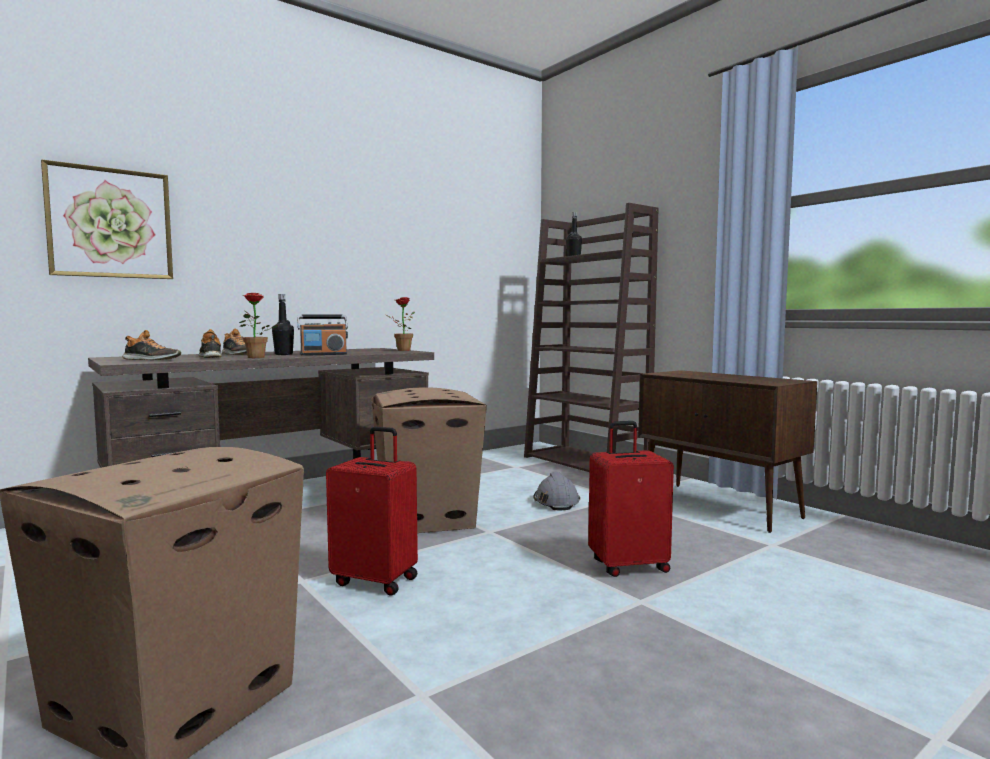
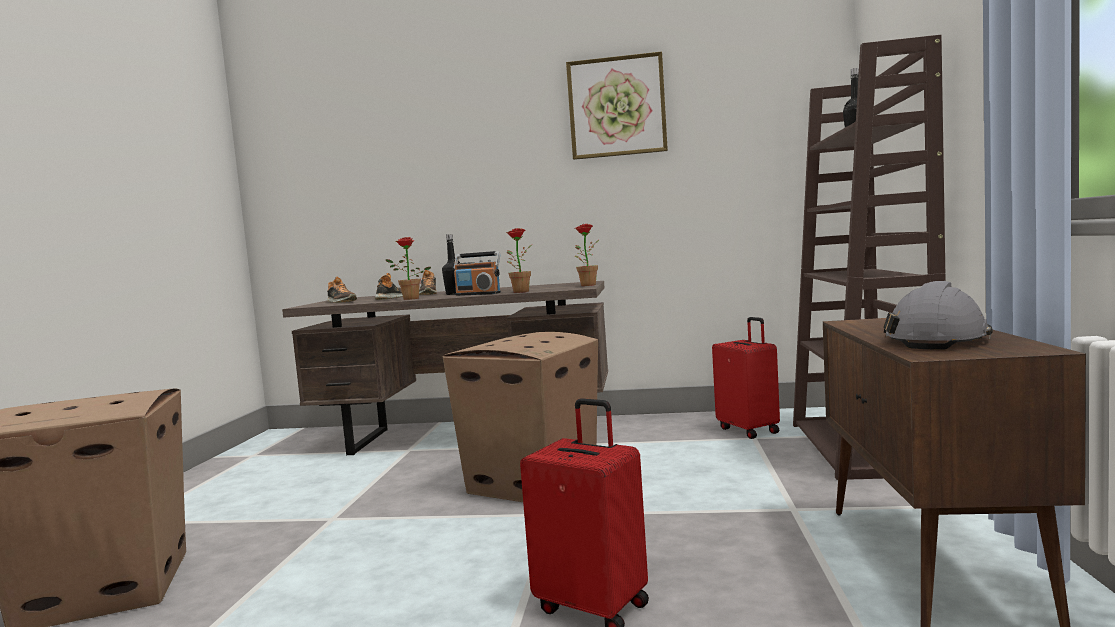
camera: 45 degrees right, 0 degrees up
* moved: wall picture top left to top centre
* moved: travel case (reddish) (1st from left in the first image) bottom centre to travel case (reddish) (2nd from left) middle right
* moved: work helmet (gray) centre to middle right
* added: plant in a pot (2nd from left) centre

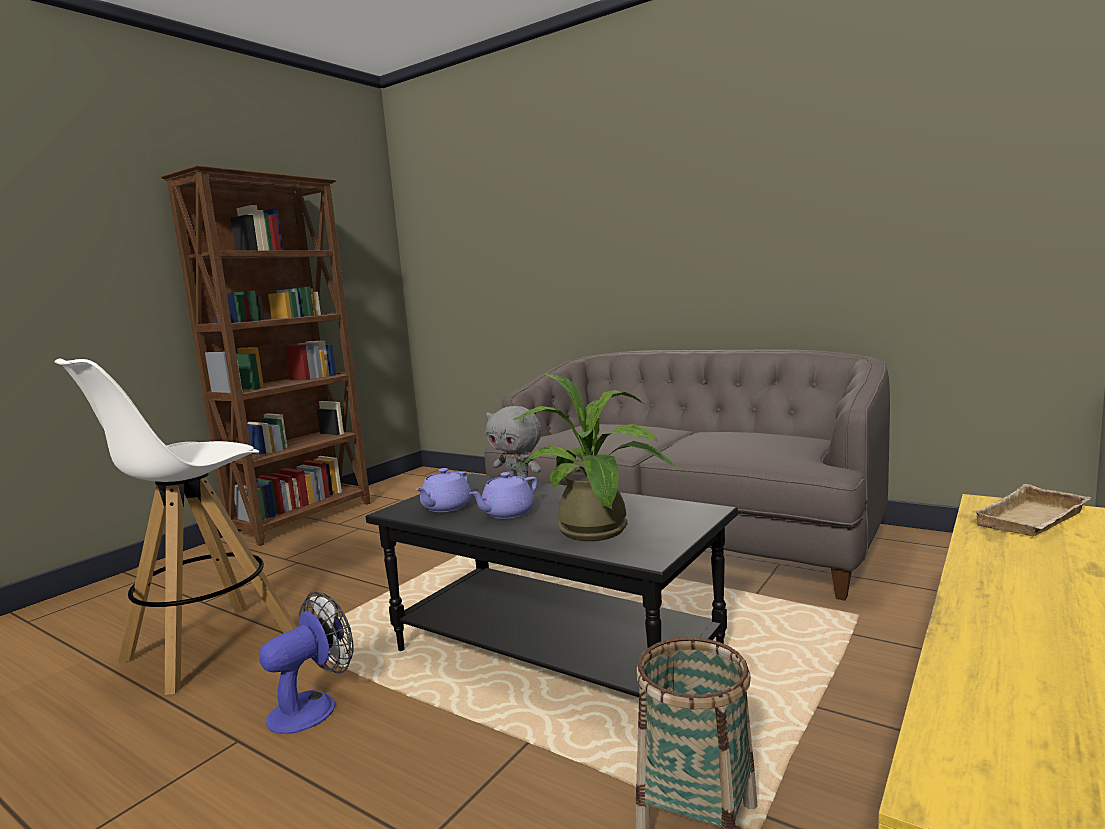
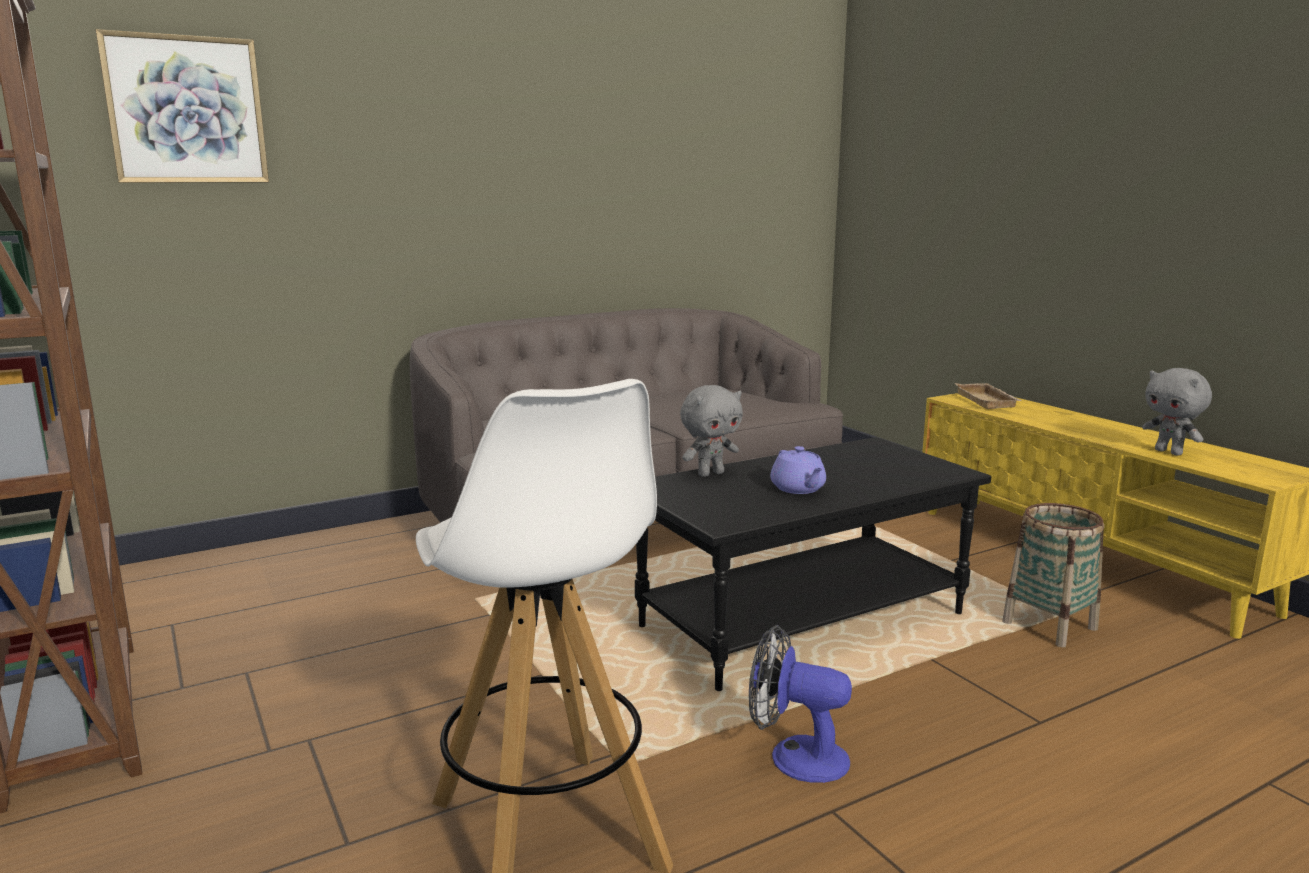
camera: 65 degrees left, 5 degrees up
* removed: plant in a pot centre
* removed: tea pot (purple-coloured) (1st from left) centre
* turned: cooling fan bottom left = bottom centre 45 degrees counterclockwise
* added: wall picture top left
* added: plush toy (gray) (2nd from left) middle right

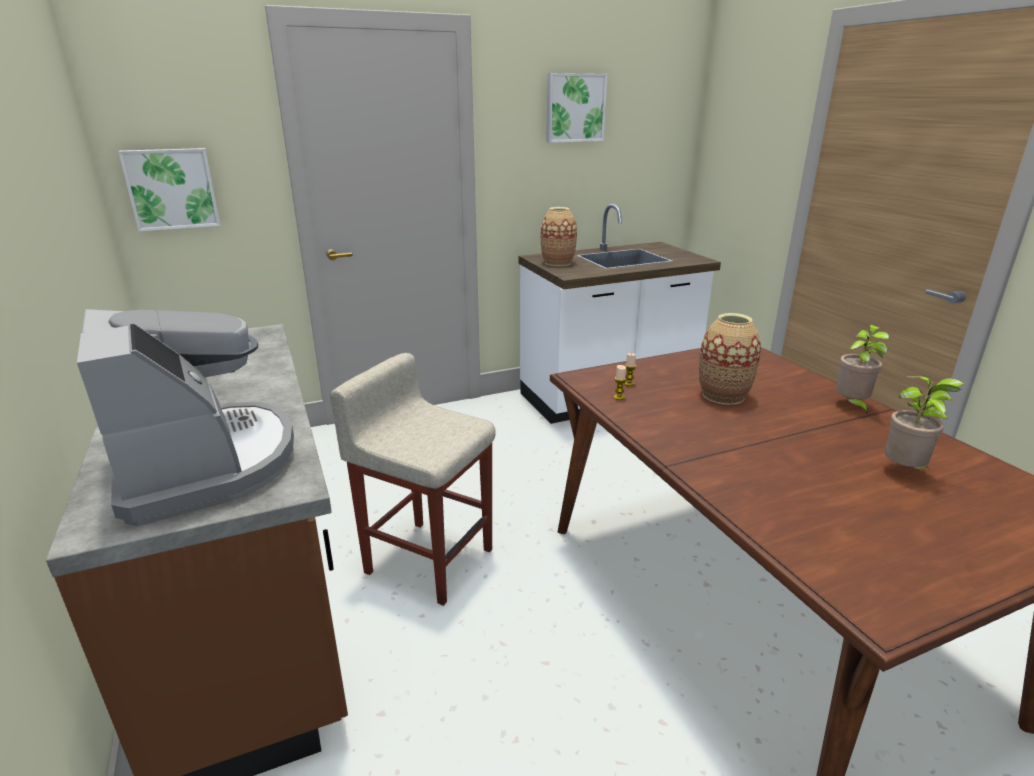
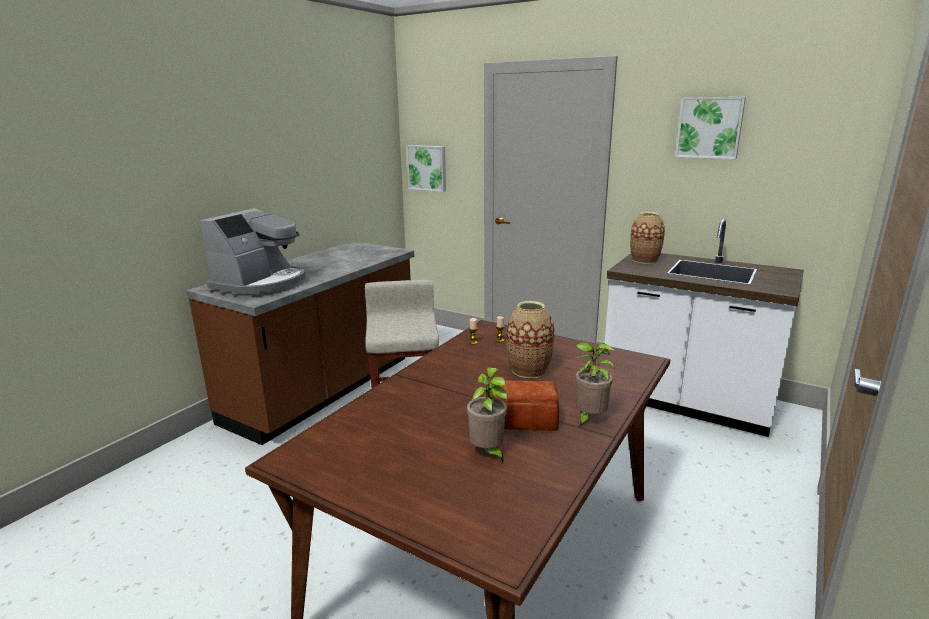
camera: 55 degrees right, 5 degrees down
* added: bread centre

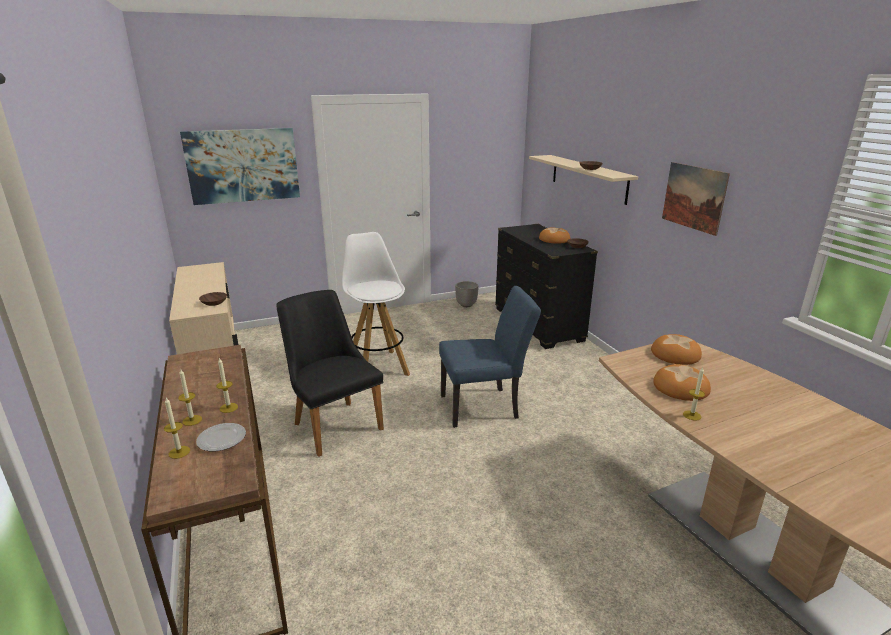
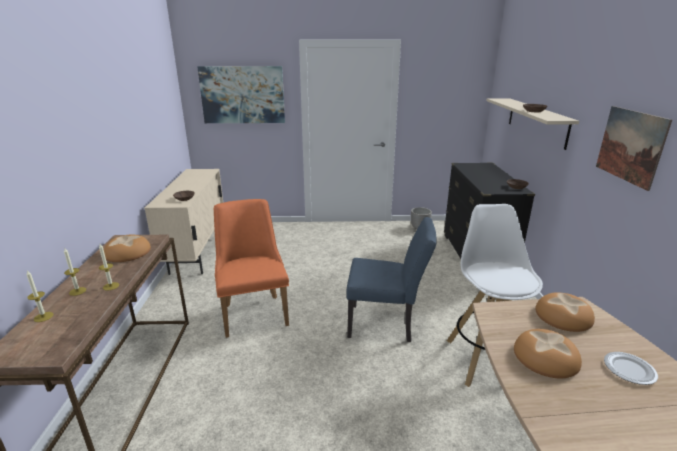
camera: 20 degrees right, 0 degrees up
* moved: bread (1st from left) centre to middle left
* moved: sitting stool (white) centre to middle right
* recoloured: chair (blackish) centre to chair (orange) centre
* removed: candle (4th from left) middle right
* moved: dinner plate bottom left to bottom right

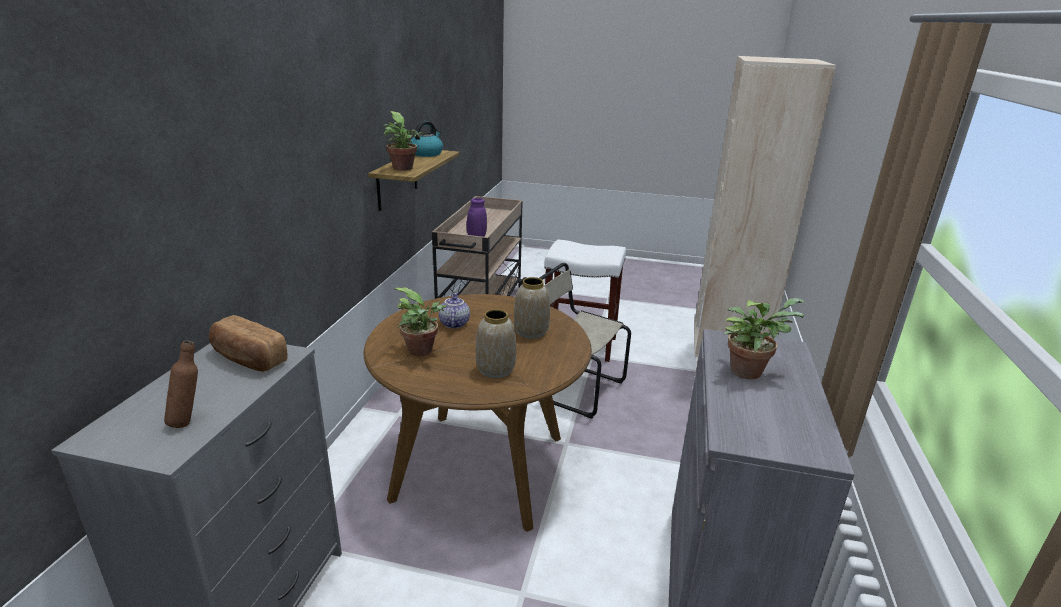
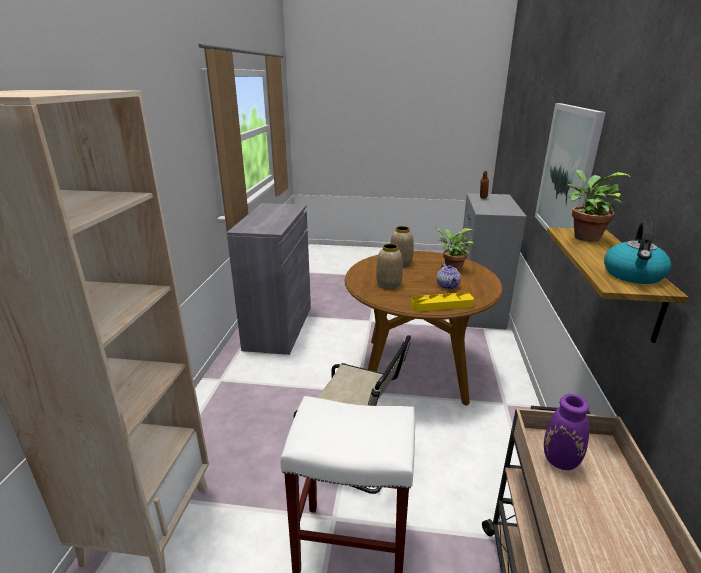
camera: 175 degrees right, 0 degrees up
* removed: plant in a pot (3rd from left) middle right
* removed: bread middle left
* added: wall picture top right
* added: tray (yellow-coloured) centre

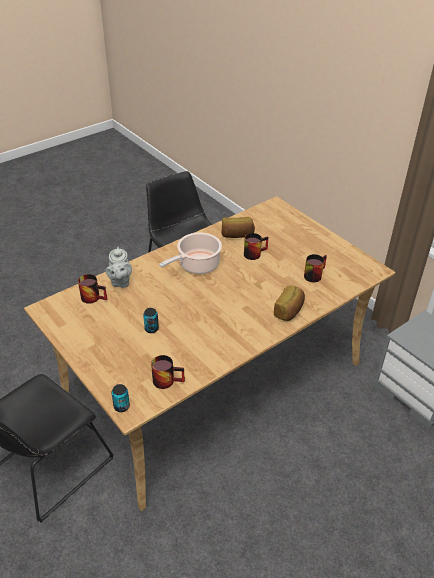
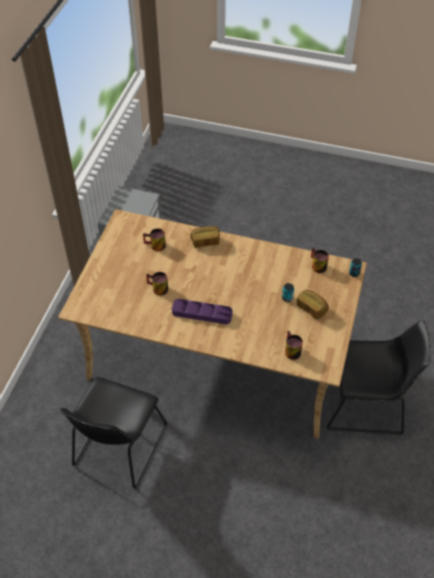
camera: 125 degrees left, 10 degrees up
* moved: bread (1st from left in the first image) centre to bread (2nd from left) middle right
* replaced: stockpot centre to tray (purple-coloured) centre
* removed: tea pot (gray) middle left

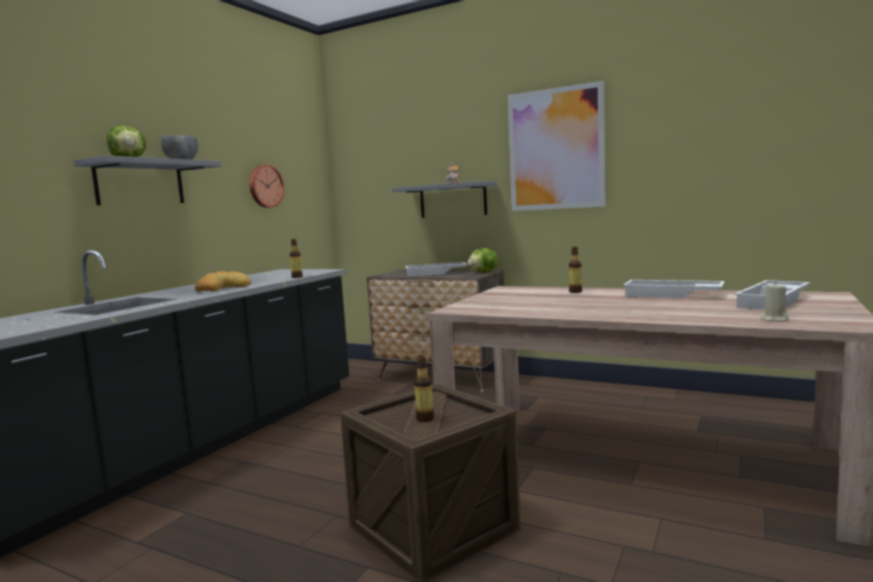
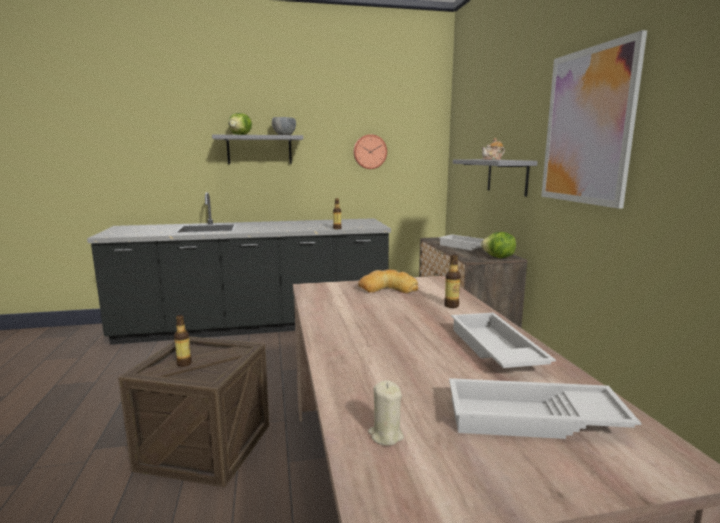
camera: 50 degrees right, 5 degrees up
* moved: bread middle left to centre

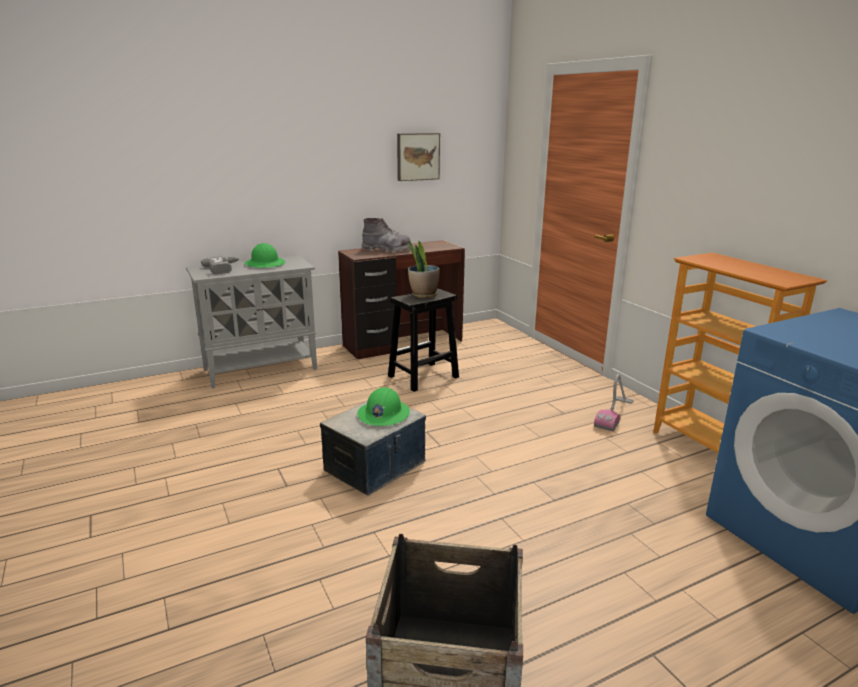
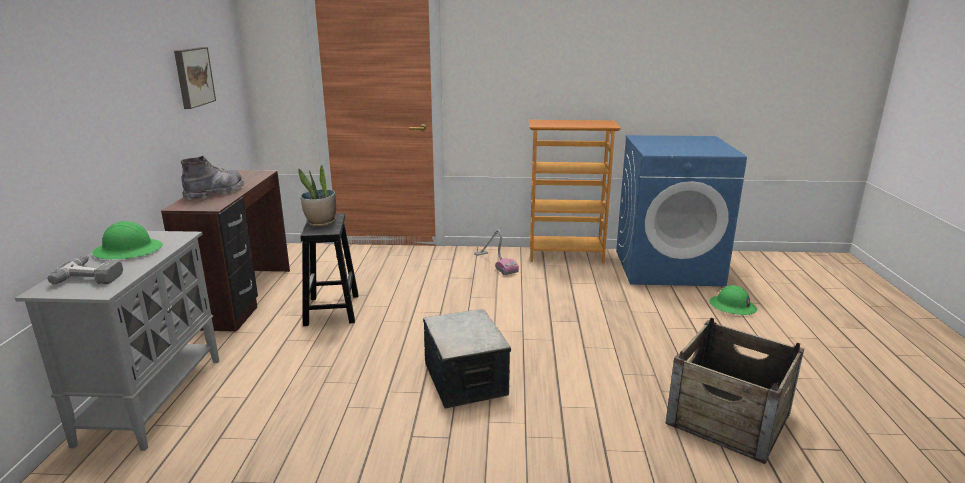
camera: 60 degrees left, 0 degrees up
* moved: work helmet (green-coloured) (2nd from left) centre to middle right

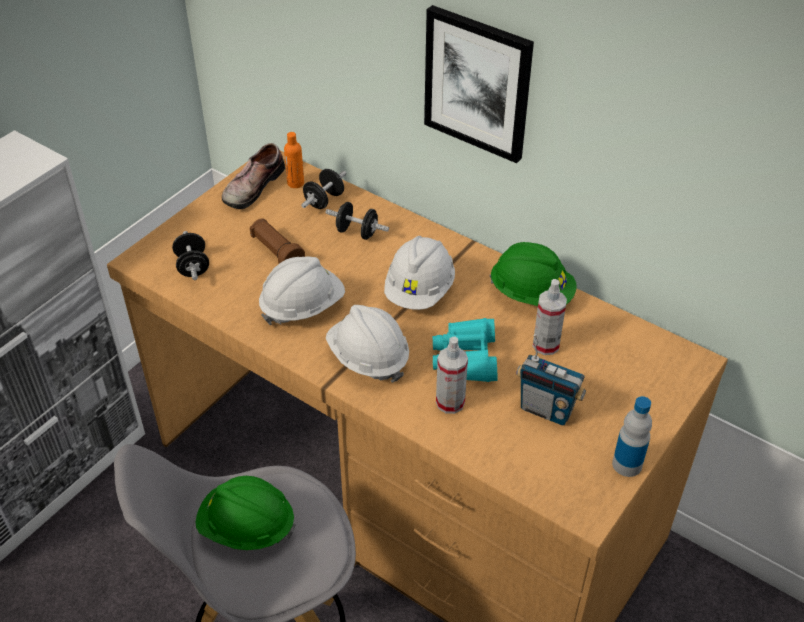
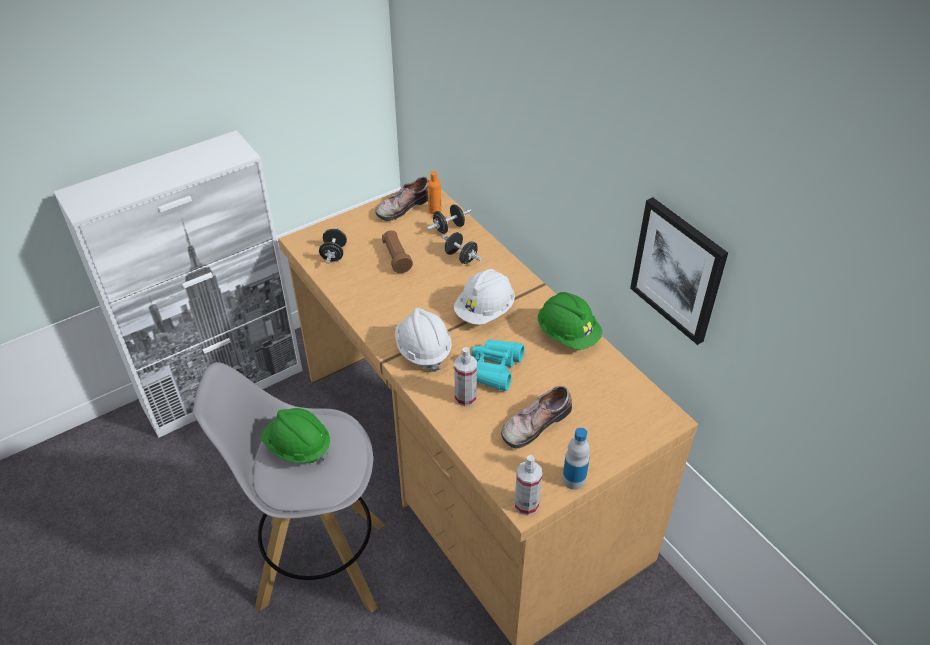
camera: 20 degrees right, 0 degrees up
* moved: wall picture top centre to middle right
* removed: work helmet (white) (1st from left) centre
* moved: hand sprayer (2nd from left) middle right to bottom centre
* replaced: radio receiver middle right to item of footwear (2nd from left) centre

